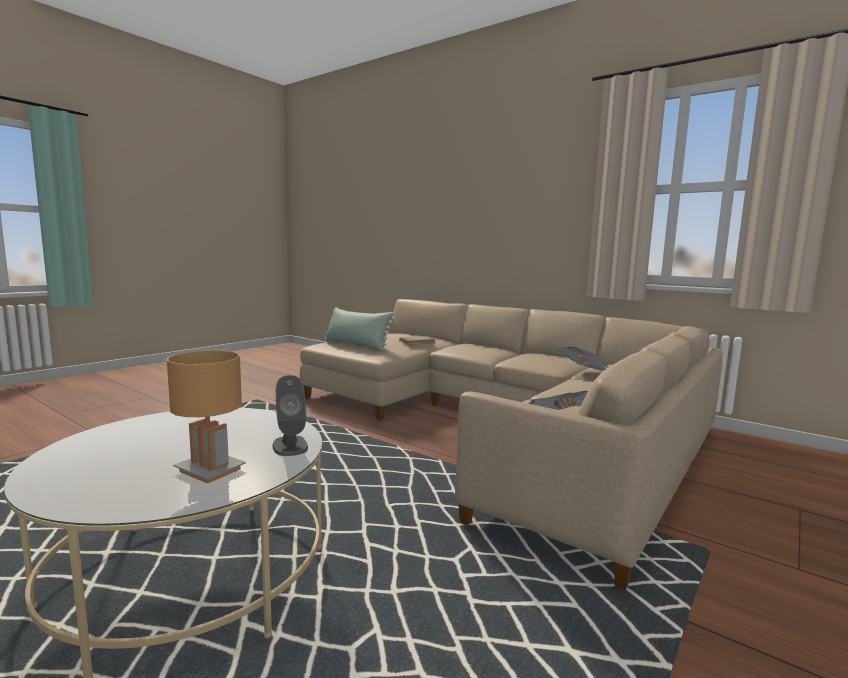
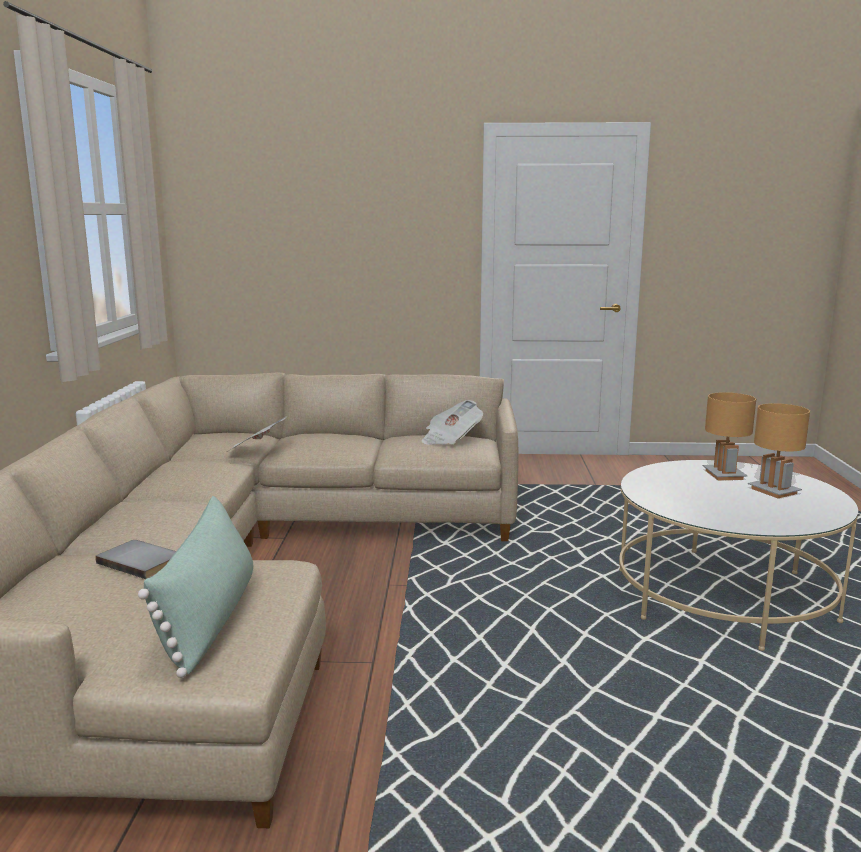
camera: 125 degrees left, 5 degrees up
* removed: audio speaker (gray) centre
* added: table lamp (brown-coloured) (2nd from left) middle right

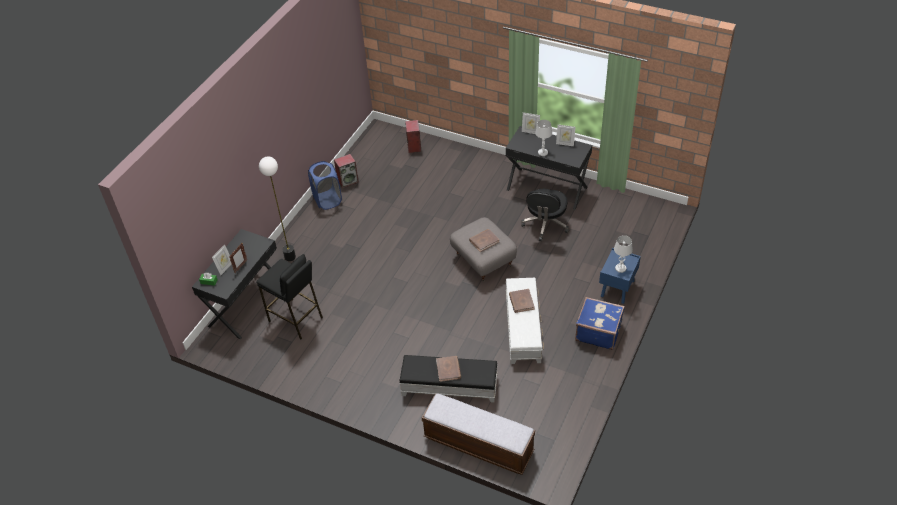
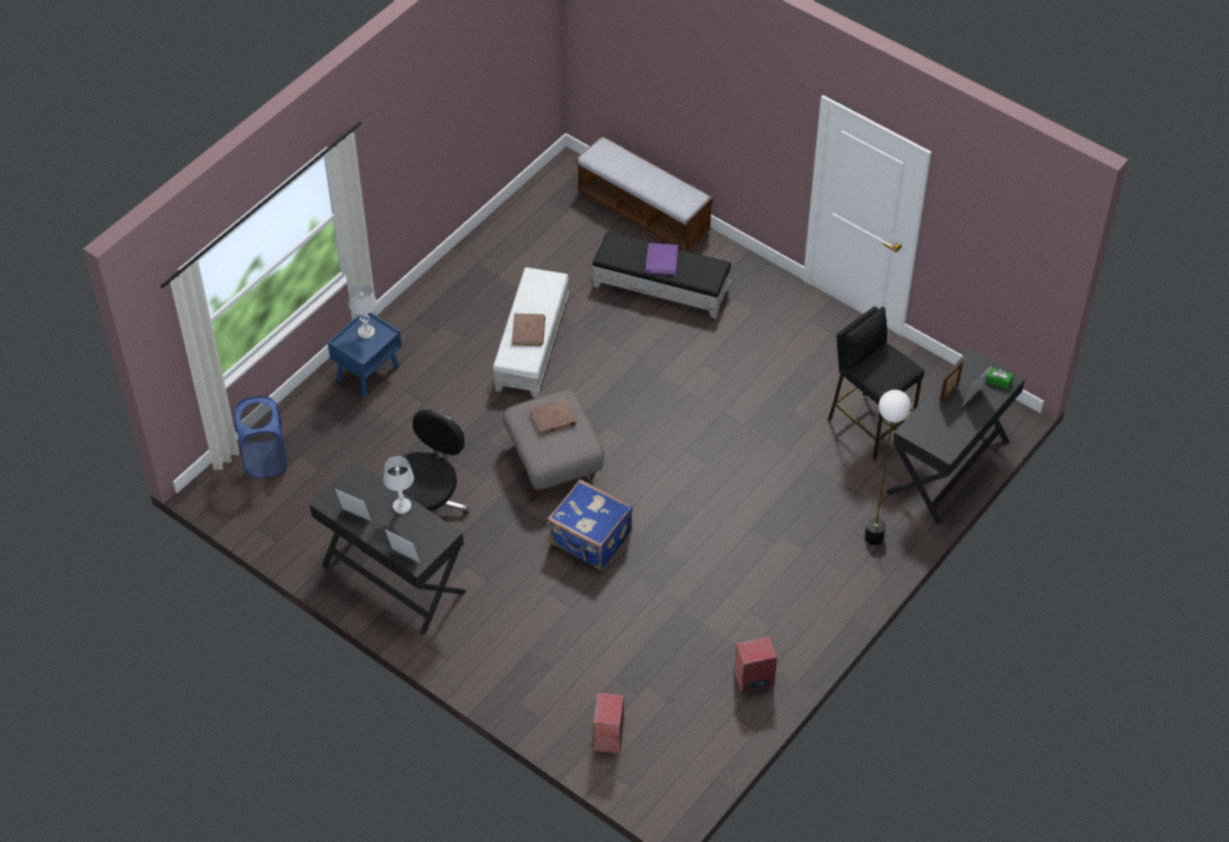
camera: 170 degrees left, 5 degrees up
* moved: hamper (bluish) centre to middle left
* moved: travel case (bluish) middle right to centre
* recoloured: book (brown-coloured) (1st from left) bottom centre to book (purple-coloured) top centre

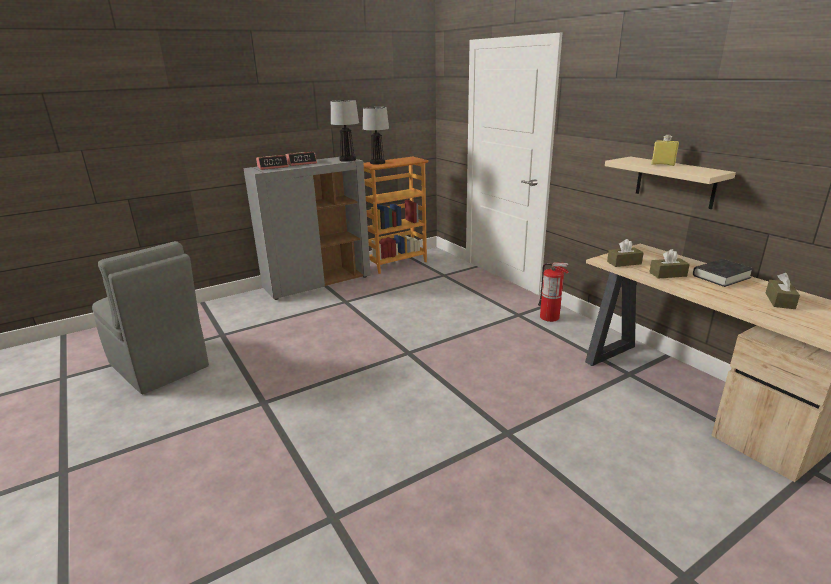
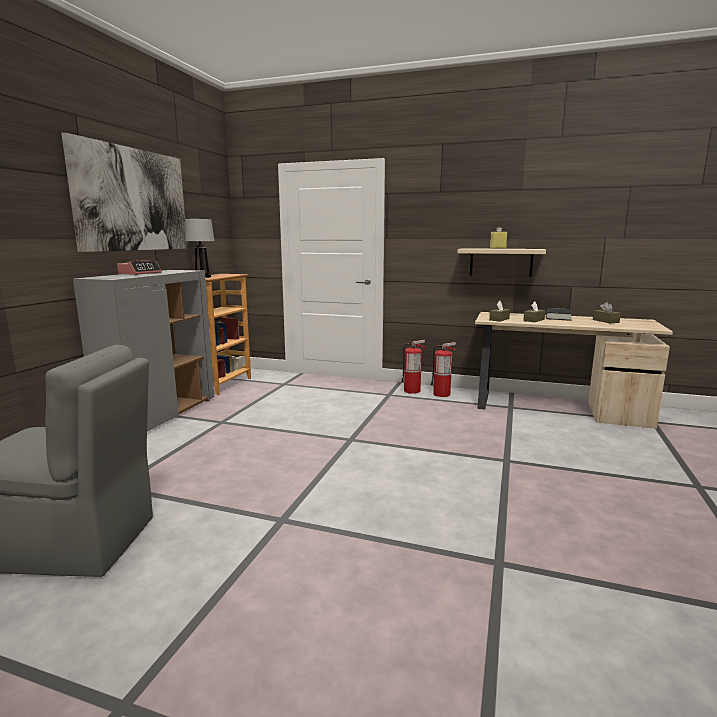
camera: 40 degrees left, 10 degrees down
* removed: table lamp (1st from left) top centre
* removed: bedside clock (1st from left) top left
* added: wall picture top left
* added: extinguisher (2nd from left) centre

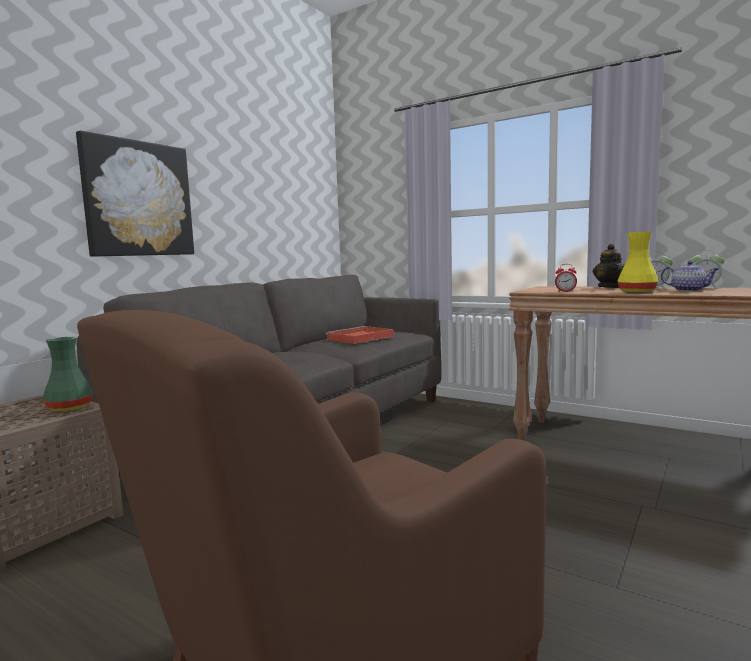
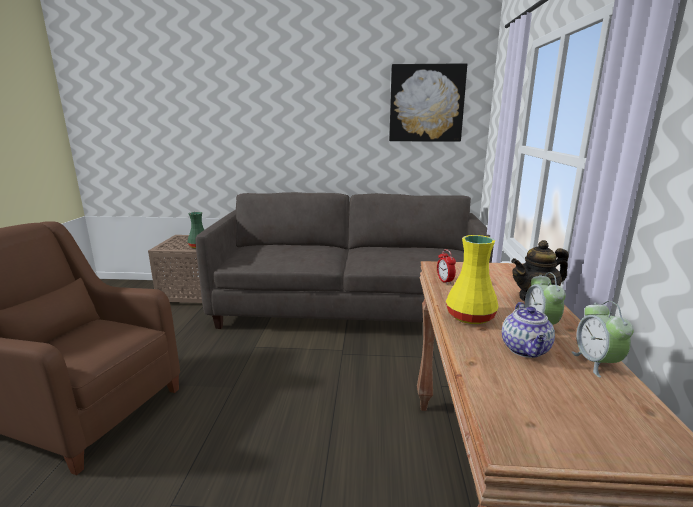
camera: 60 degrees right, 10 degrees up
* moved: wall picture top left to top centre
* removed: tray (reddish) centre

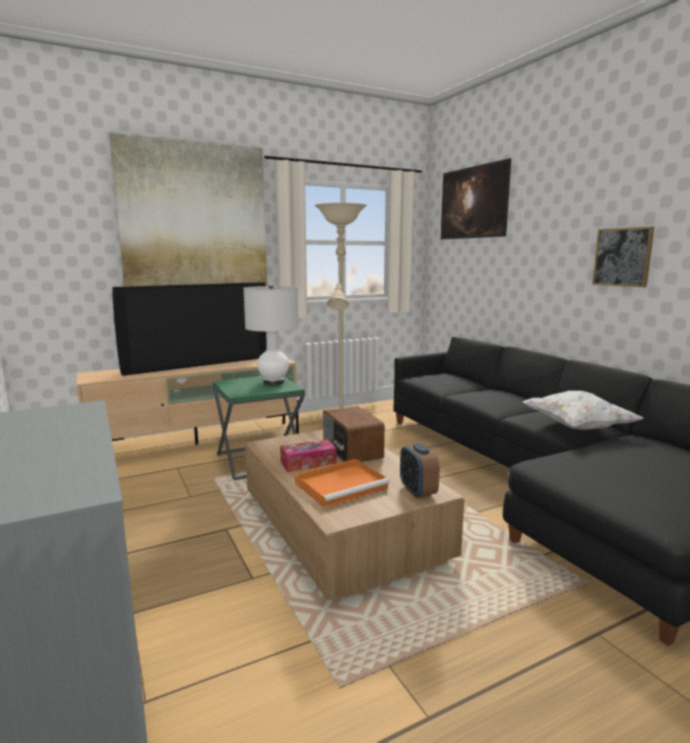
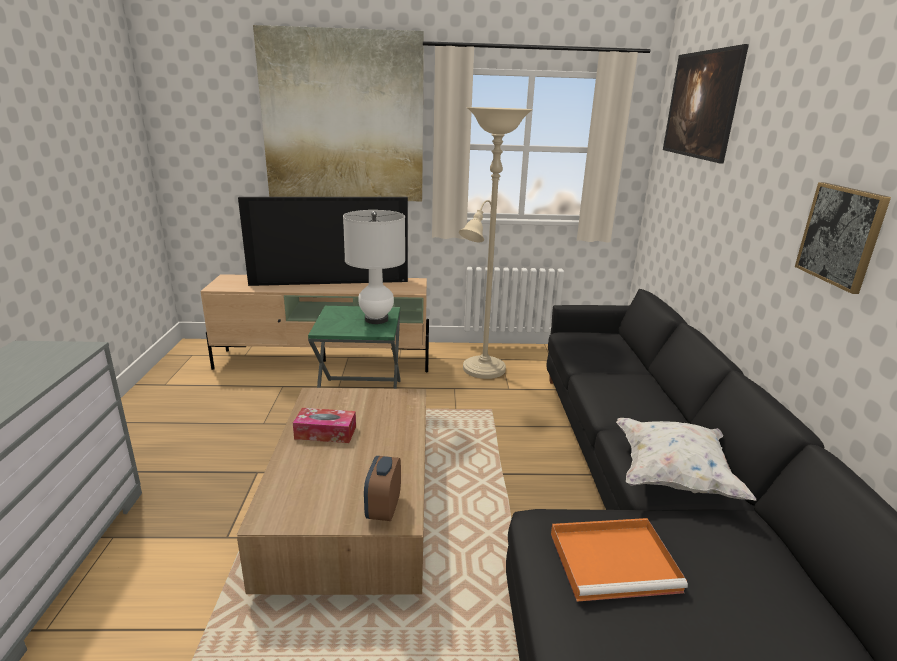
camera: 25 degrees right, 10 degrees up
* removed: radio receiver centre
* moved: tray (orange) centre to bottom right

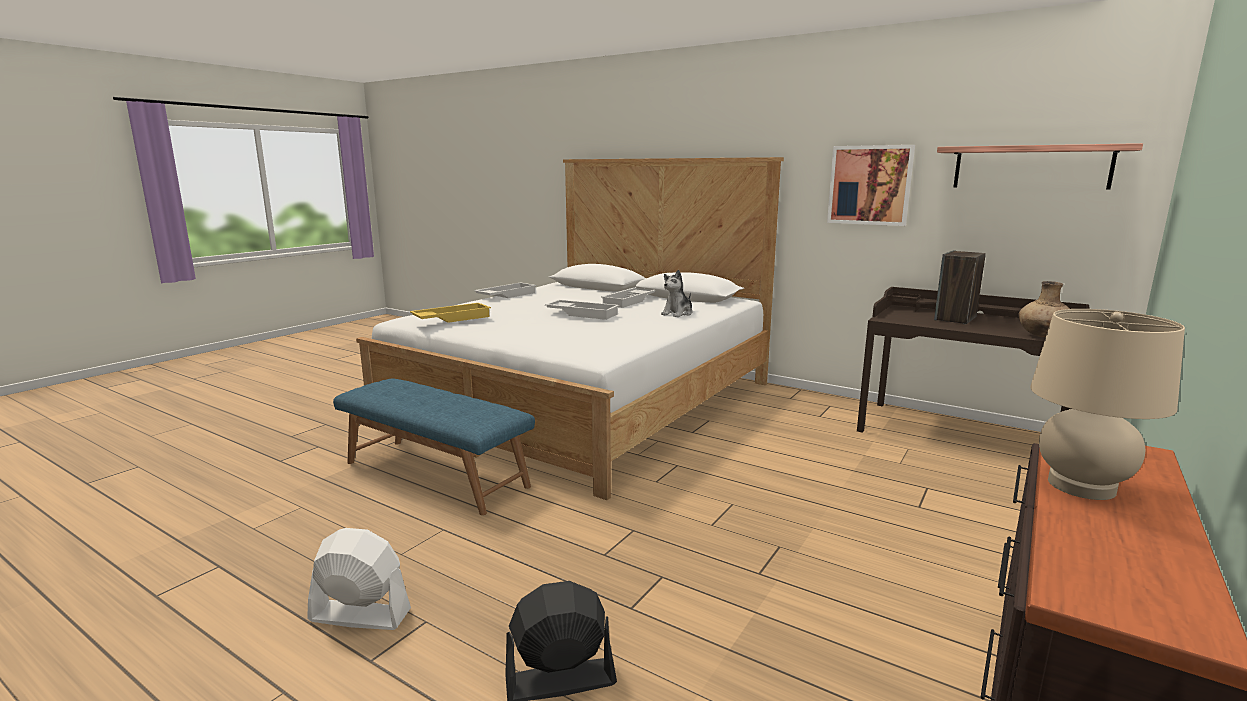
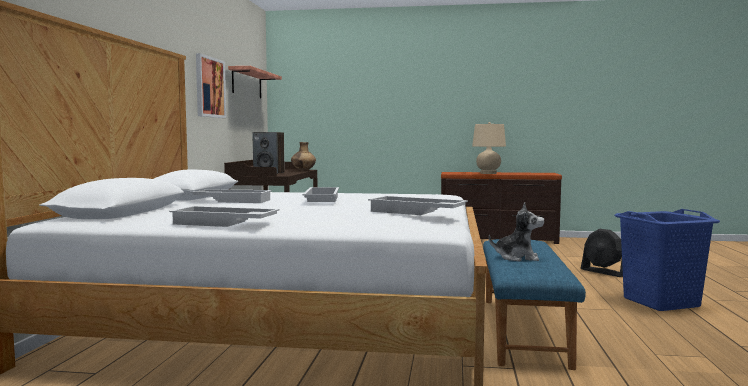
camera: 115 degrees left, 10 degrees down
* moved: plush toy centre to middle right
* recoloured: tray (yellow-coloured) centre to tray (white) (4th from left) centre
* replaced: cooling fan (white) bottom left to hamper (bluish) bottom right

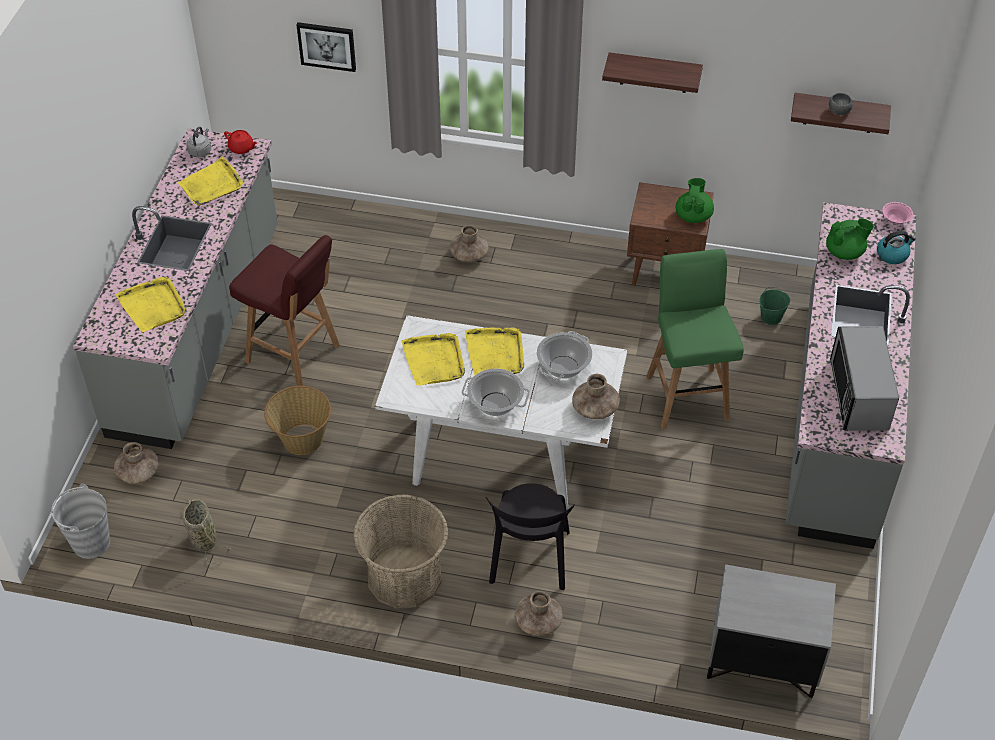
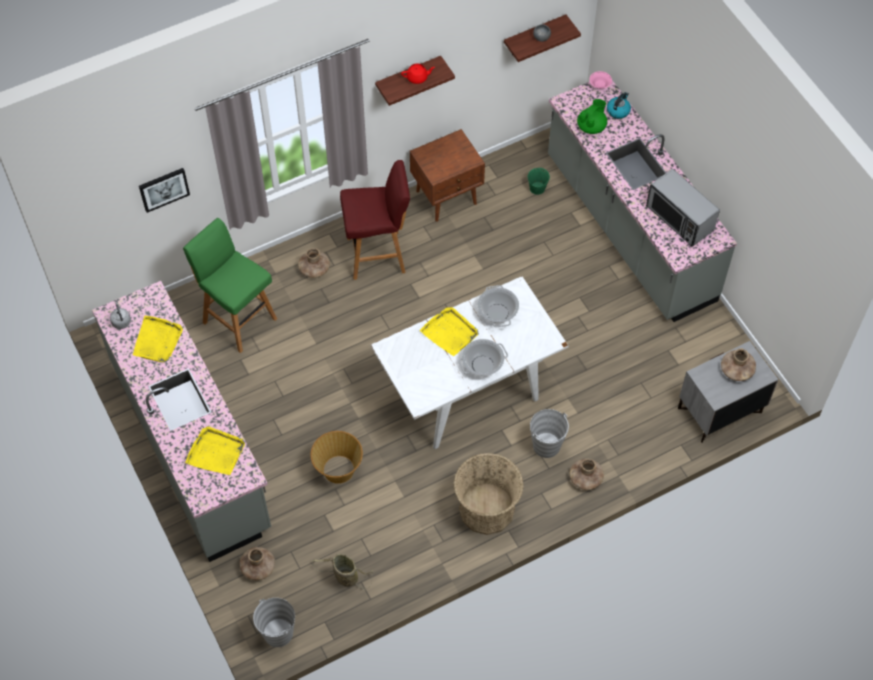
camera: 40 degrees left, 10 degrees up
* moved: tea pot (reddish) top left to top centre
* removed: tea pot (green-coloured) (1st from left) top right
* moved: sitting stool (reddish) middle left to top centre
* moved: sitting stool (green-coloured) middle right to middle left
* removed: tray (yellow-coloured) (3rd from left) centre
* moved: vase (brown-coloured) (4th from left) centre to middle right
* replaced: chair (blackish) bottom centre to pail (gray) (2nd from left) centre

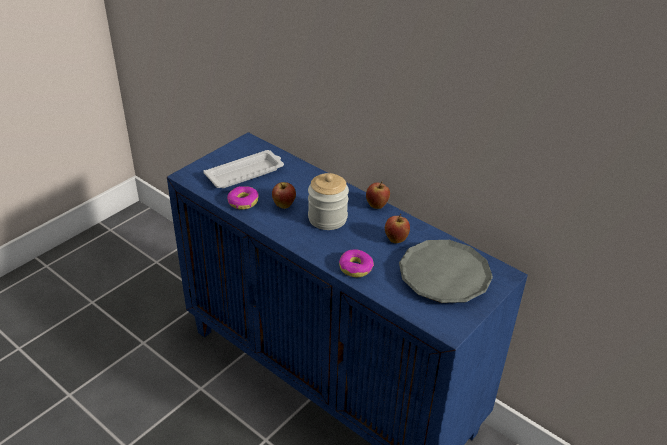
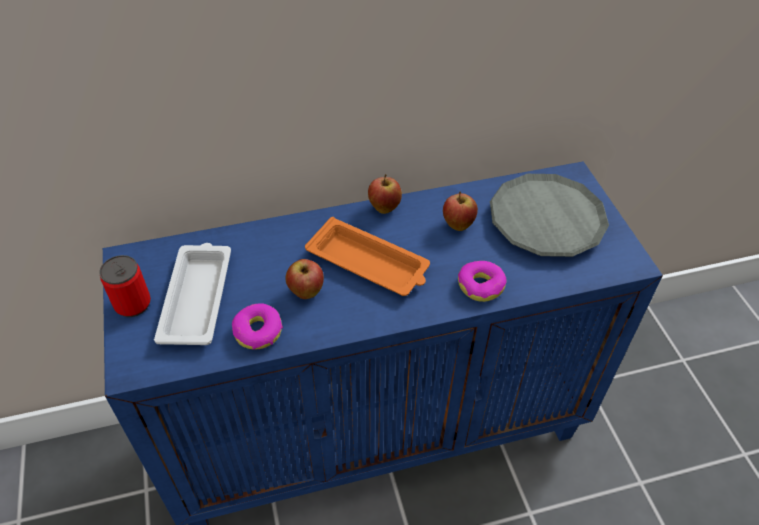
camera: 55 degrees left, 10 degrees up
* replaced: jar centre to tray (orange) centre
* added: metal can middle left

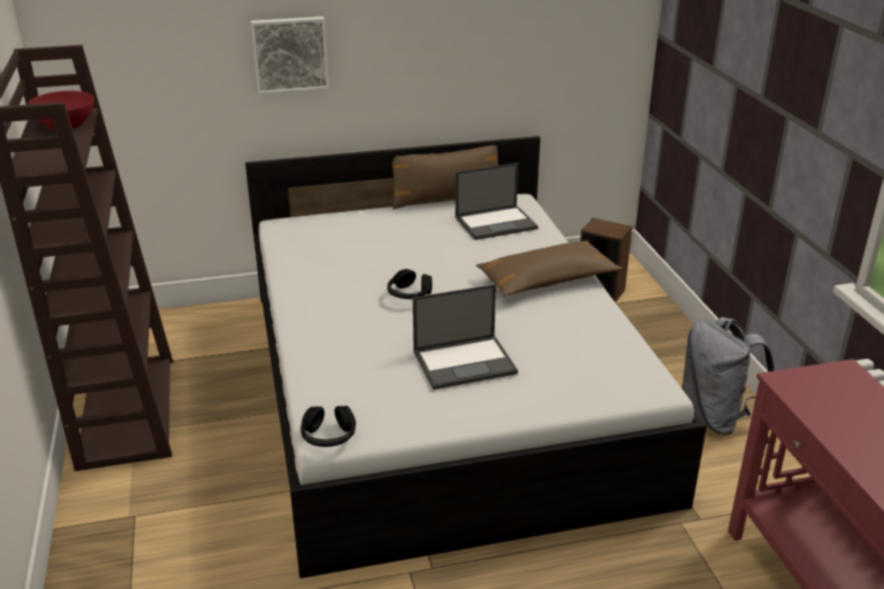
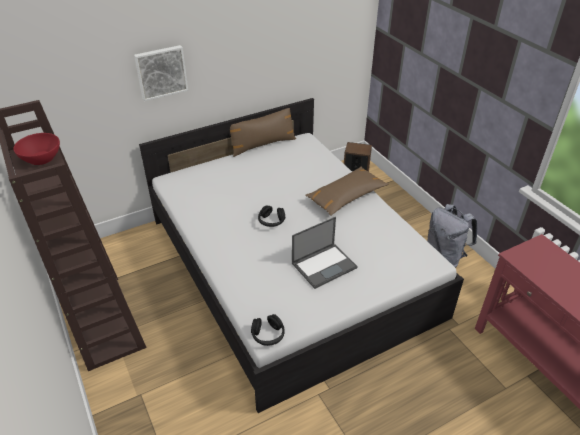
camera: 15 degrees left, 10 degrees up
* removed: notebook computer (2nd from left) centre

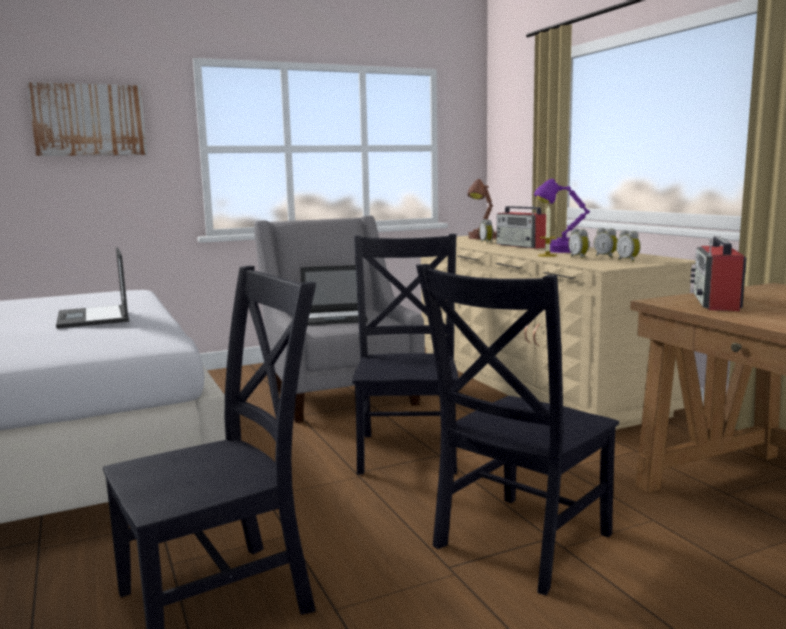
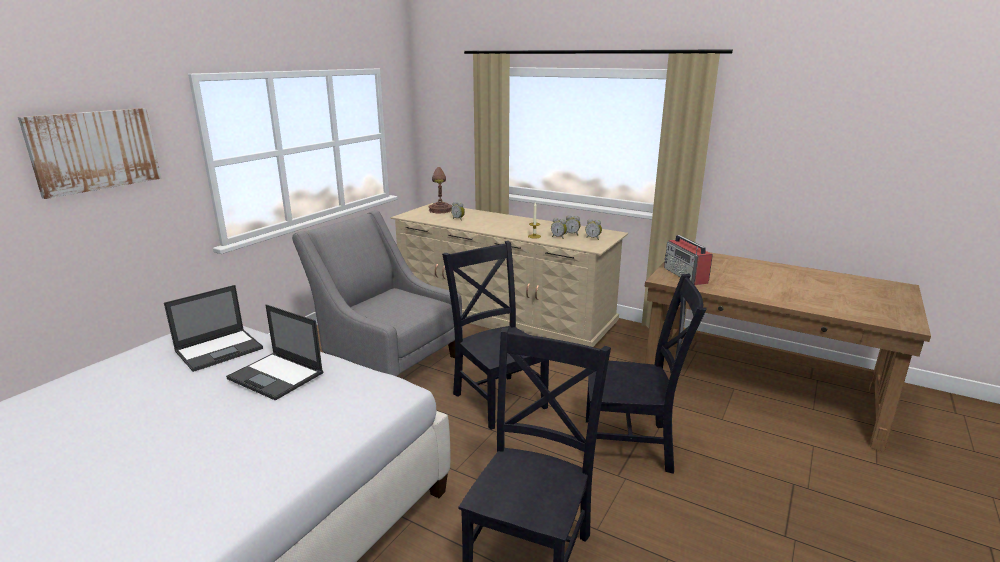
camera: 35 degrees left, 10 degrees up
* removed: table lamp (purple-coloured) middle right
* removed: radio receiver (1st from left) centre
* turned: chair (blackish) (3rd from left) bottom centre = centre 90 degrees counterclockwise
* moved: notebook computer (2nd from left in the first image) centre to notebook computer (1st from left) middle left

